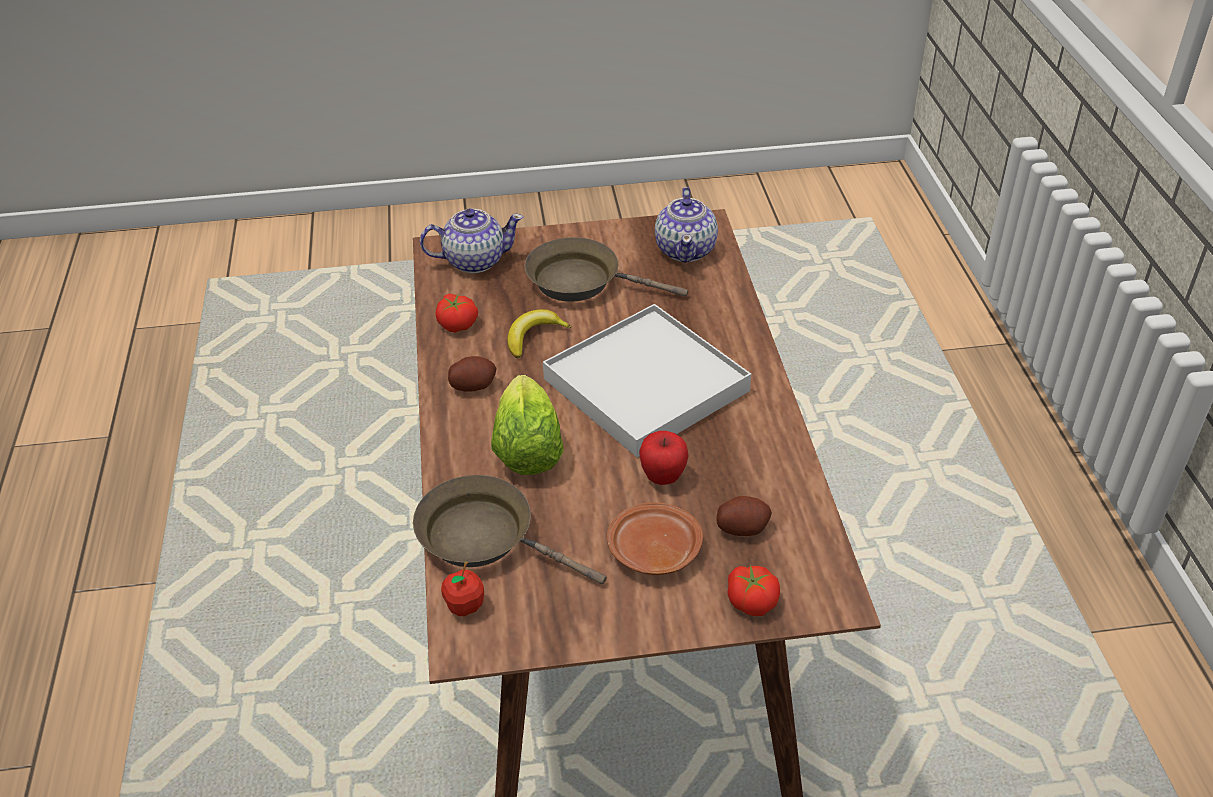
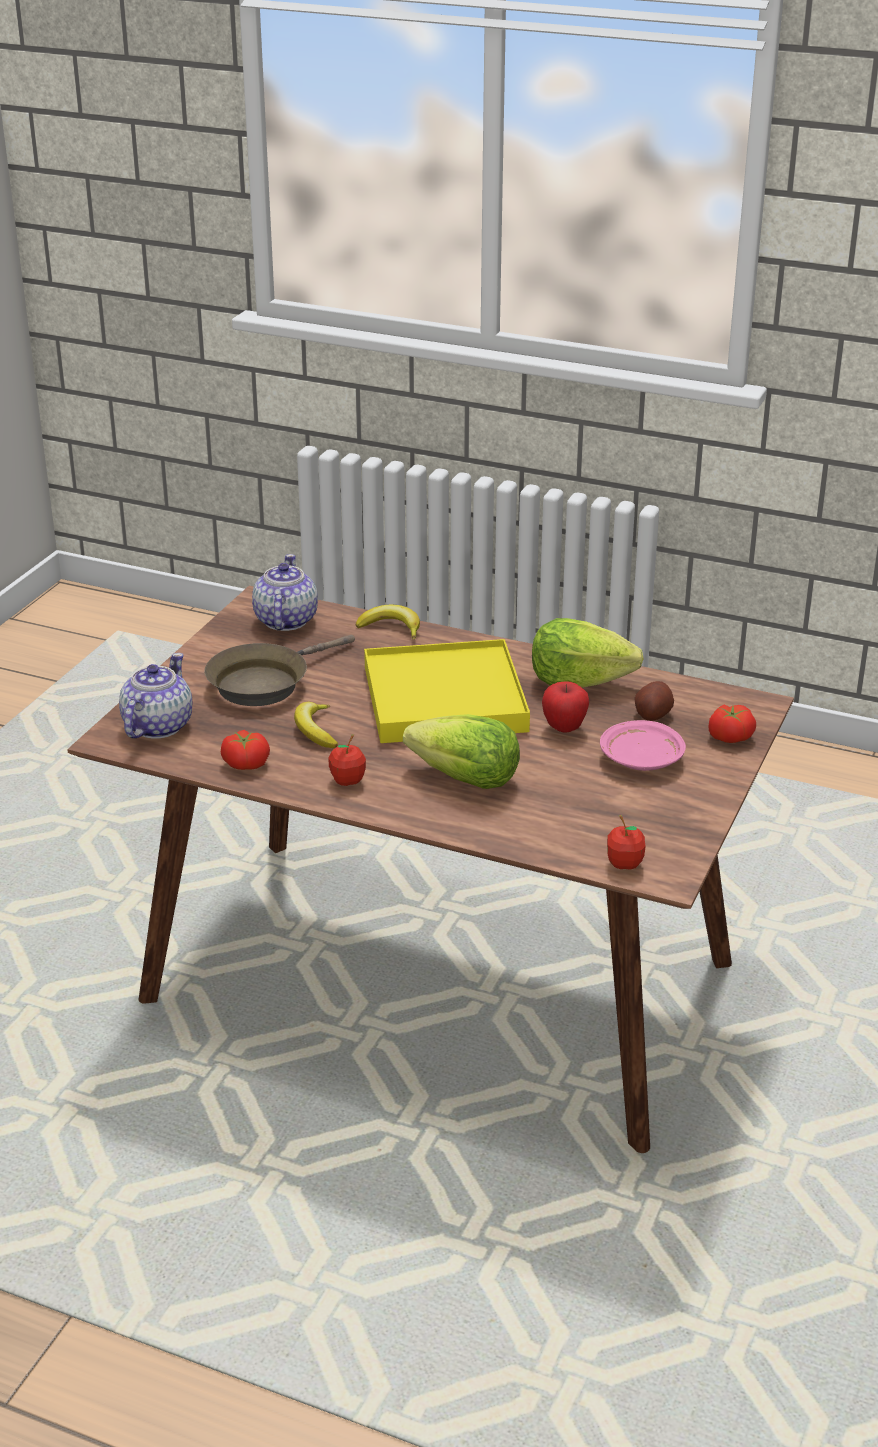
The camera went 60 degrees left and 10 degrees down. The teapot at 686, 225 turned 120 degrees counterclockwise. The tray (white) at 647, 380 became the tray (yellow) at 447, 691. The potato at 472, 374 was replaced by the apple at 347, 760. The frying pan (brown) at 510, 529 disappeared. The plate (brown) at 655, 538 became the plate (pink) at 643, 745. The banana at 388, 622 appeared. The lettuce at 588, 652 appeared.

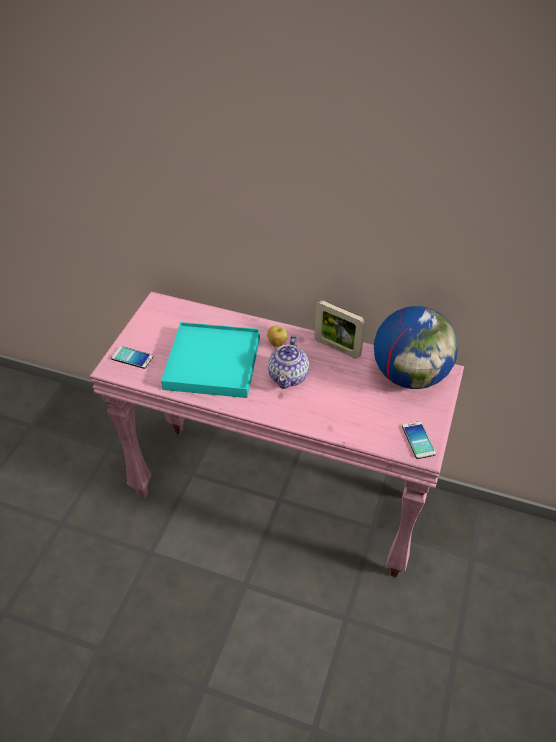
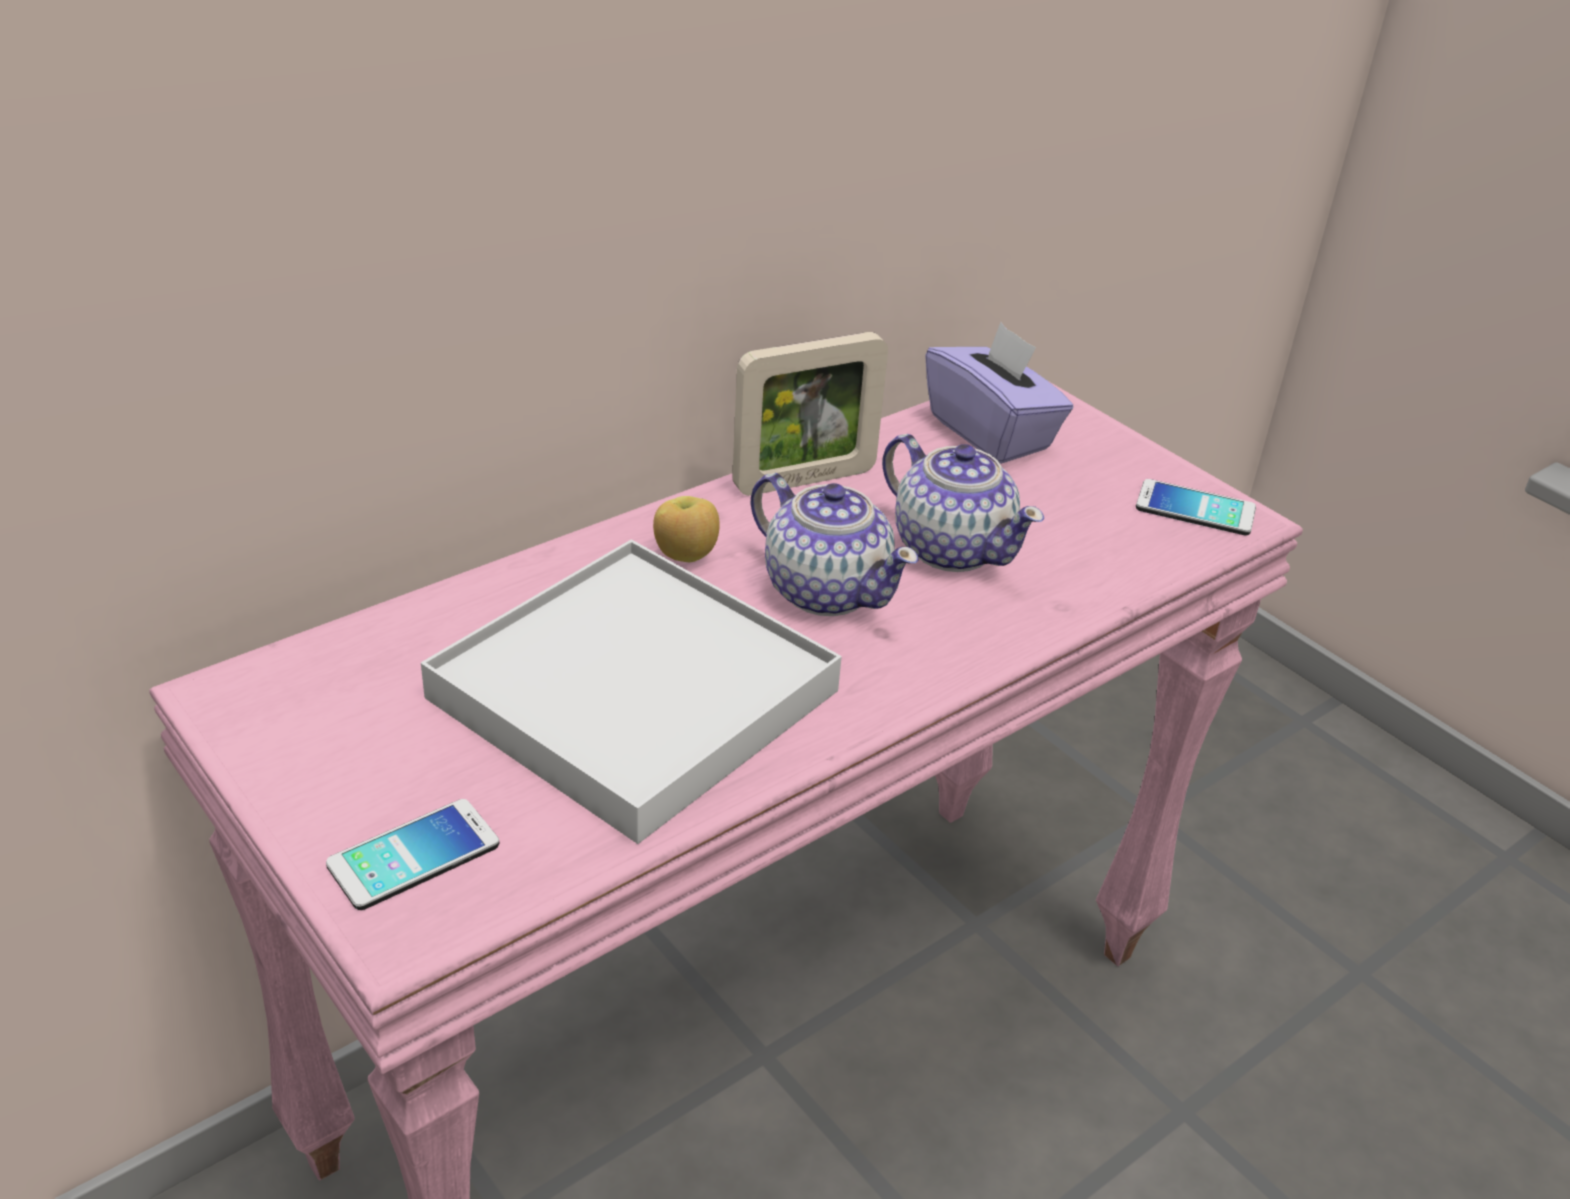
The camera went 60 degrees left and 10 degrees down. The globe at 416, 347 was replaced by the tissue box (purple) at 999, 393. The tray (turquoise) at 210, 360 became the tray (white) at 631, 692. The teapot at 963, 503 appeared.

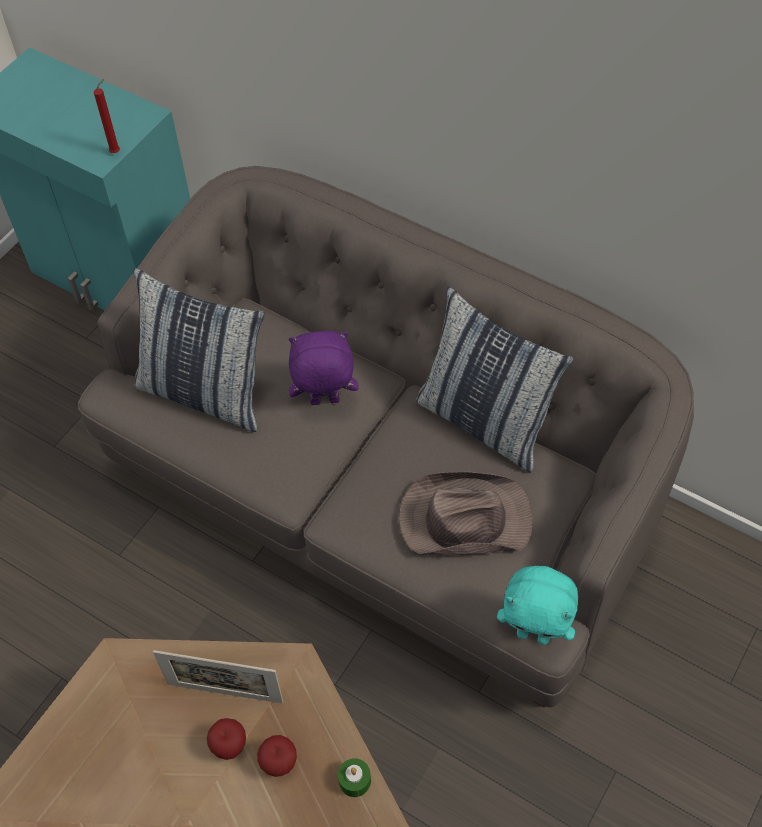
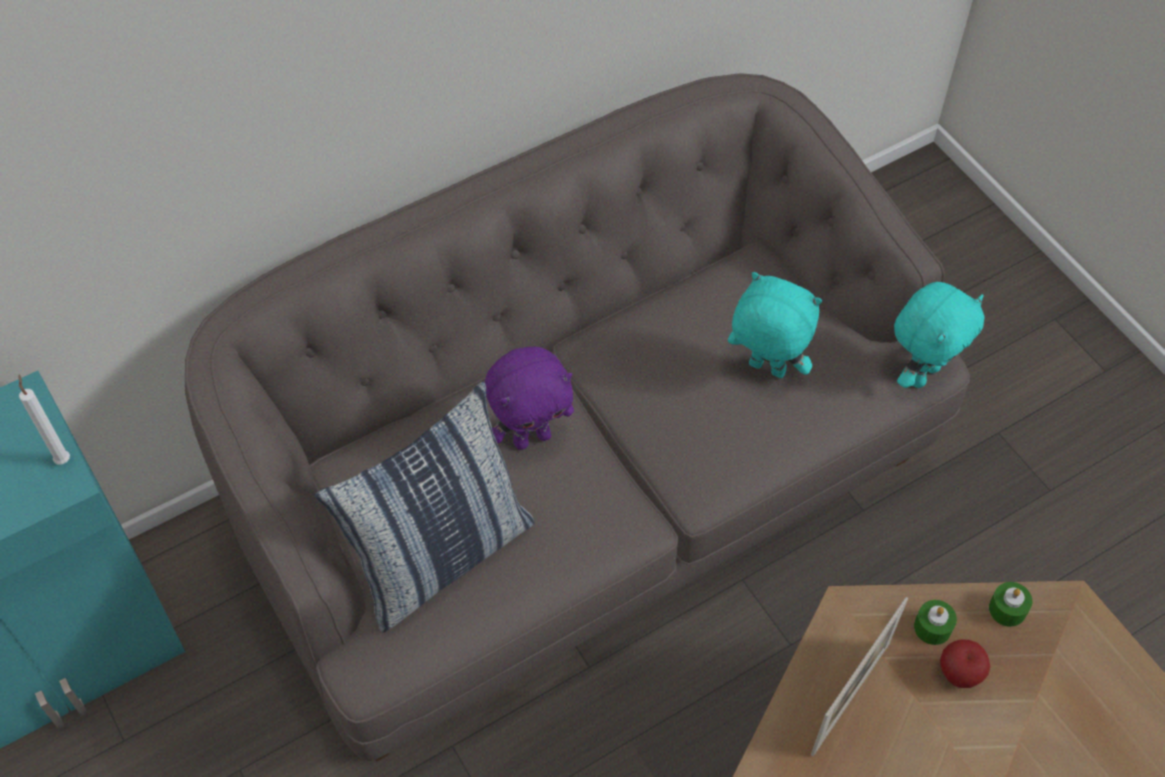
The camera went 65 degrees left and 0 degrees up. The candle (red) at 107, 116 became the candle (white) at 44, 419. The pillow at 495, 379 disappeared. The plush toy (purple) at 323, 368 turned 135 degrees counterclockwise. The hat (brown) at 466, 513 was replaced by the plush toy (turquoise) at 775, 325. The apple at 226, 739 disappeared. The candle (green) at 935, 622 appeared.

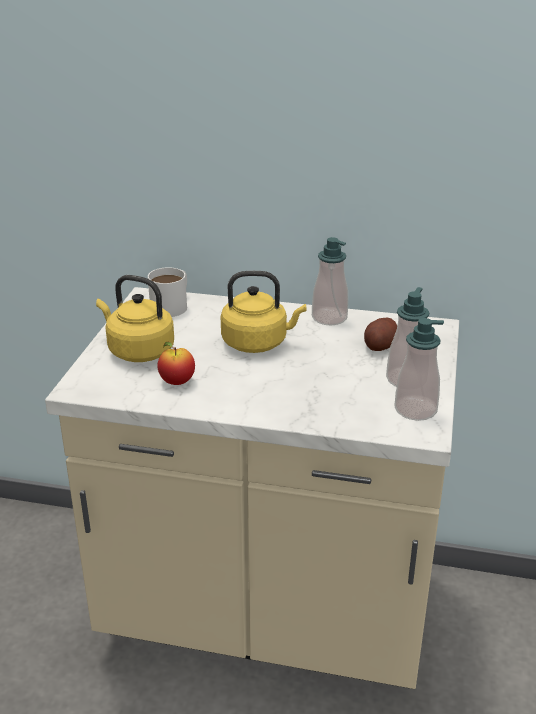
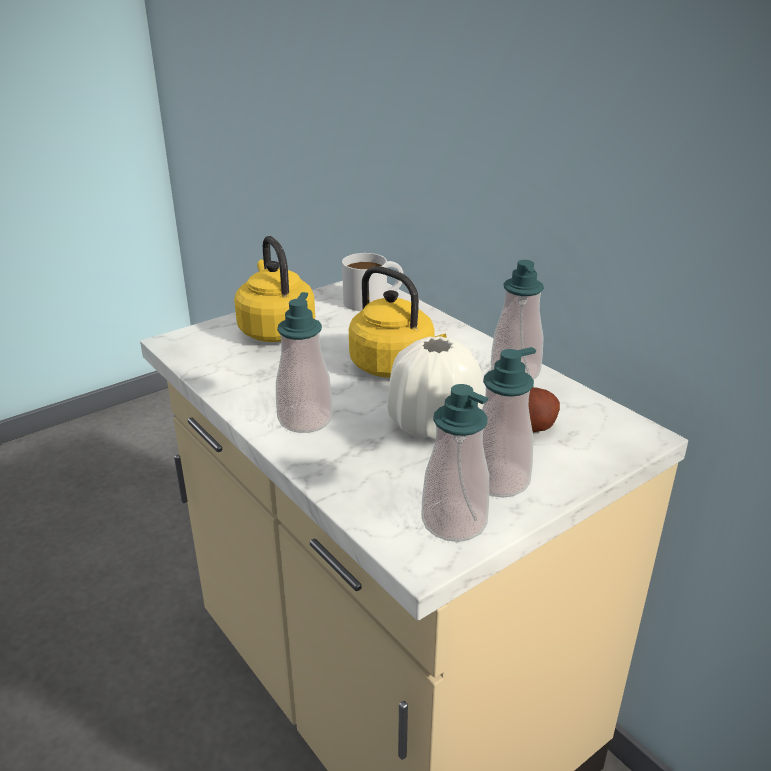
The camera went 40 degrees right and 0 degrees up. The apple at 176, 363 disappeared. The soap dispenser at 304, 362 appeared. The vase (white) at 435, 388 appeared.

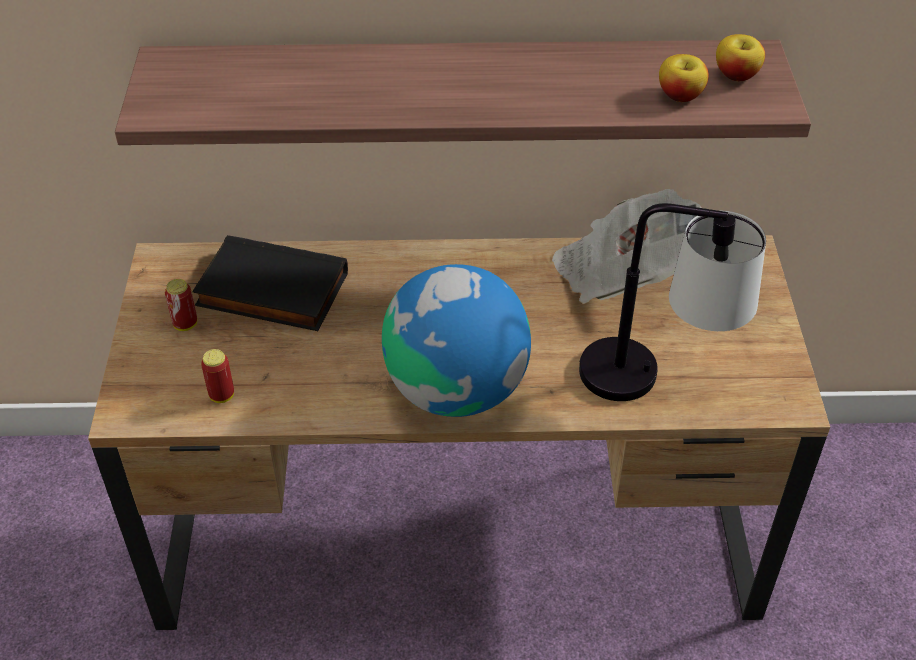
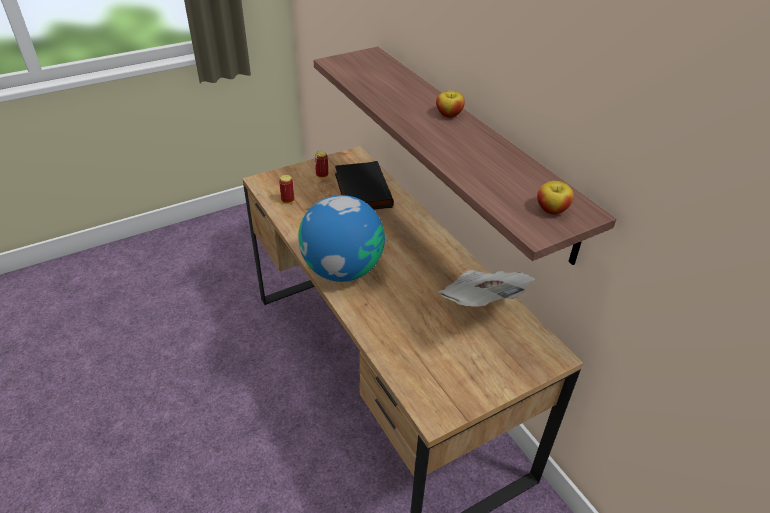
The camera went 60 degrees right and 5 degrees down. The apple moved from 684, 78 to 450, 104. The table lamp at 672, 302 disappeared.

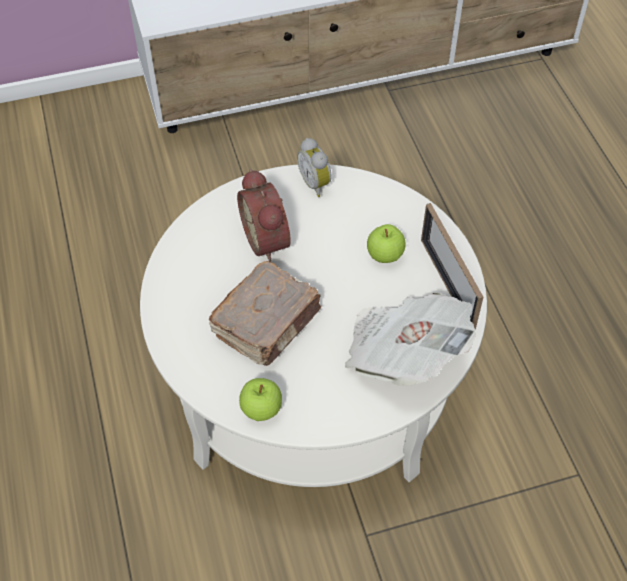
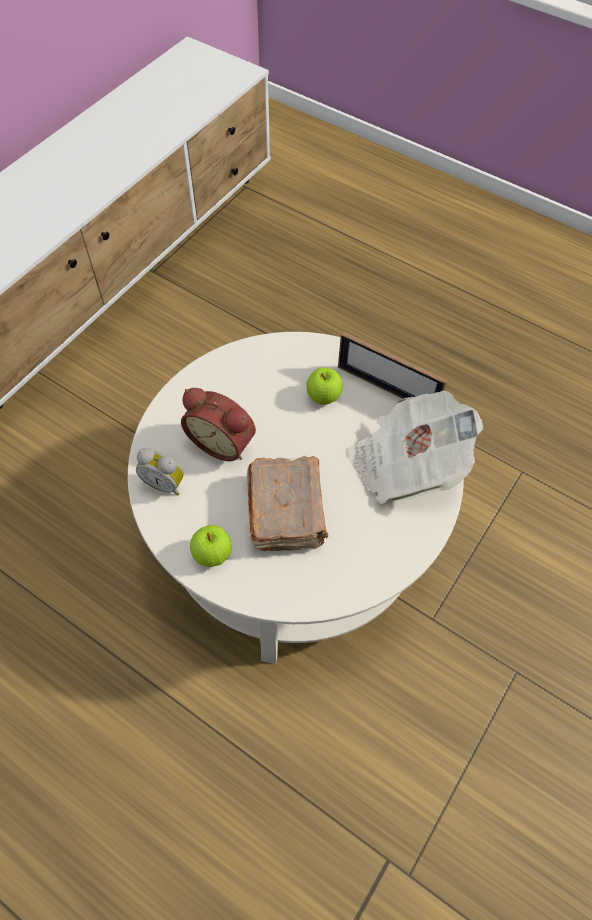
The camera went 40 degrees left and 5 degrees up. The alarm clock moved from 314, 167 to 160, 472. The apple moved from 260, 399 to 211, 546.

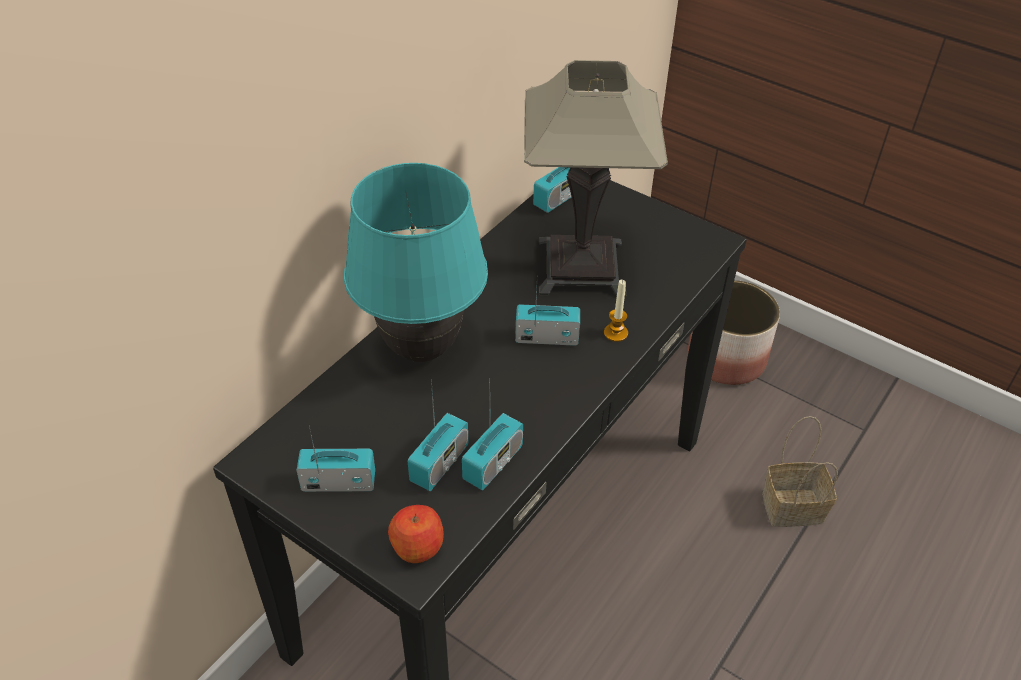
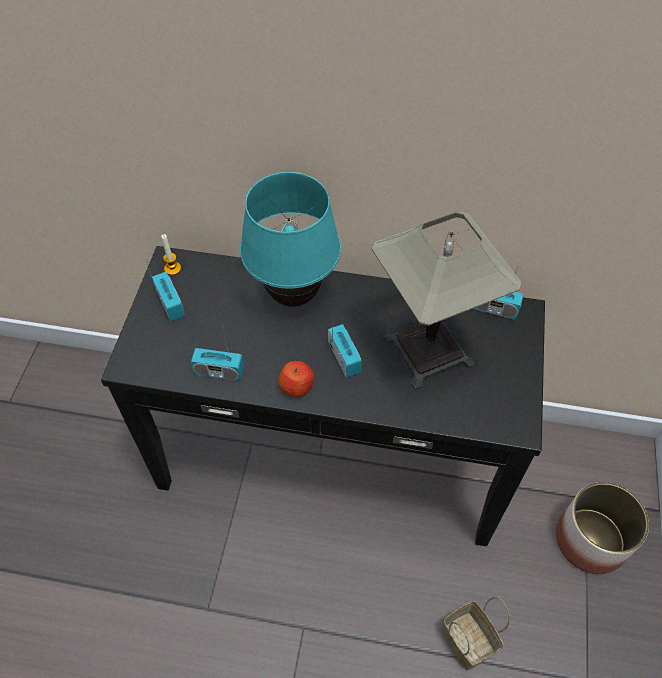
The camera went 65 degrees right and 10 degrees up. The candle moved from 616, 310 to 171, 254. The radio at 438, 435 disappeared. The apple moved from 416, 534 to 296, 379.

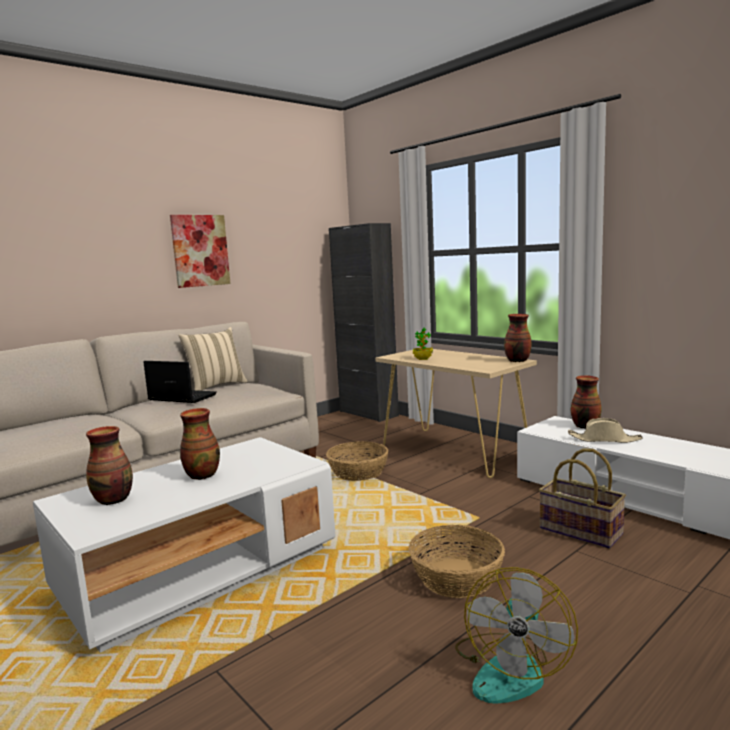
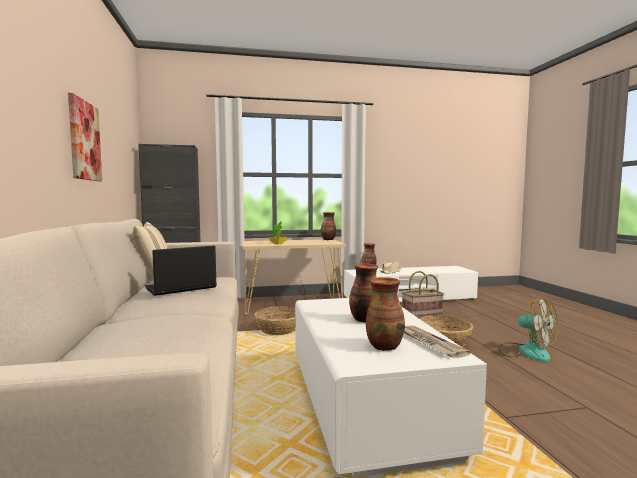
The camera went 60 degrees left and 5 degrees down. The newspaper at 437, 342 appeared.

